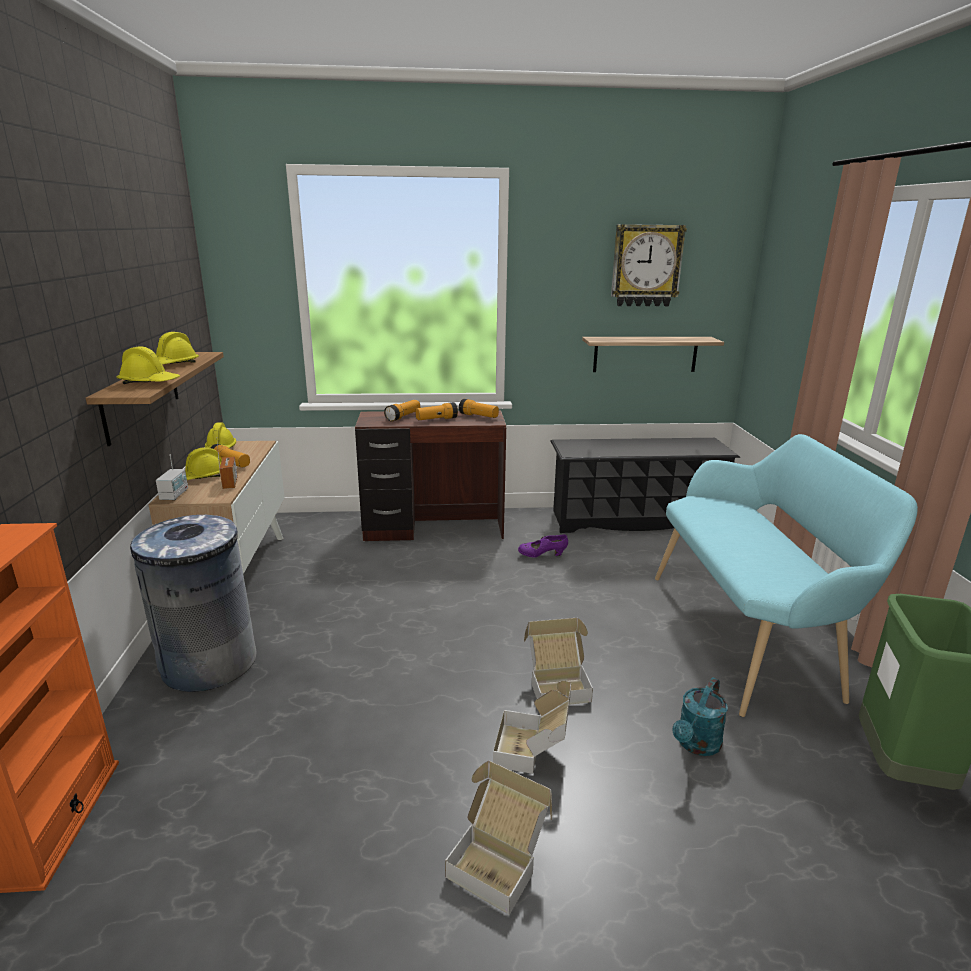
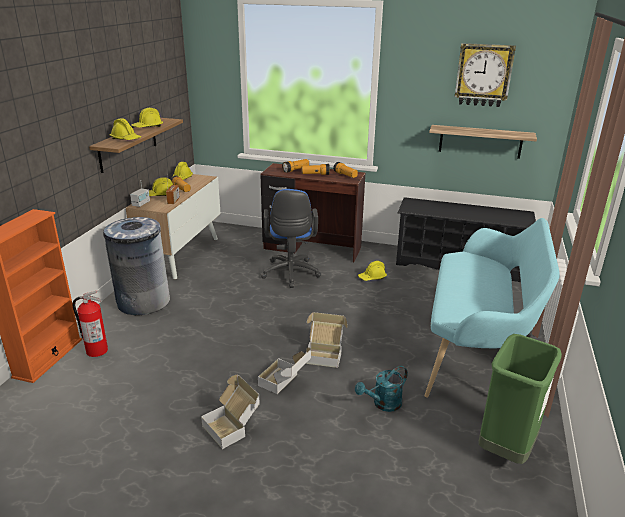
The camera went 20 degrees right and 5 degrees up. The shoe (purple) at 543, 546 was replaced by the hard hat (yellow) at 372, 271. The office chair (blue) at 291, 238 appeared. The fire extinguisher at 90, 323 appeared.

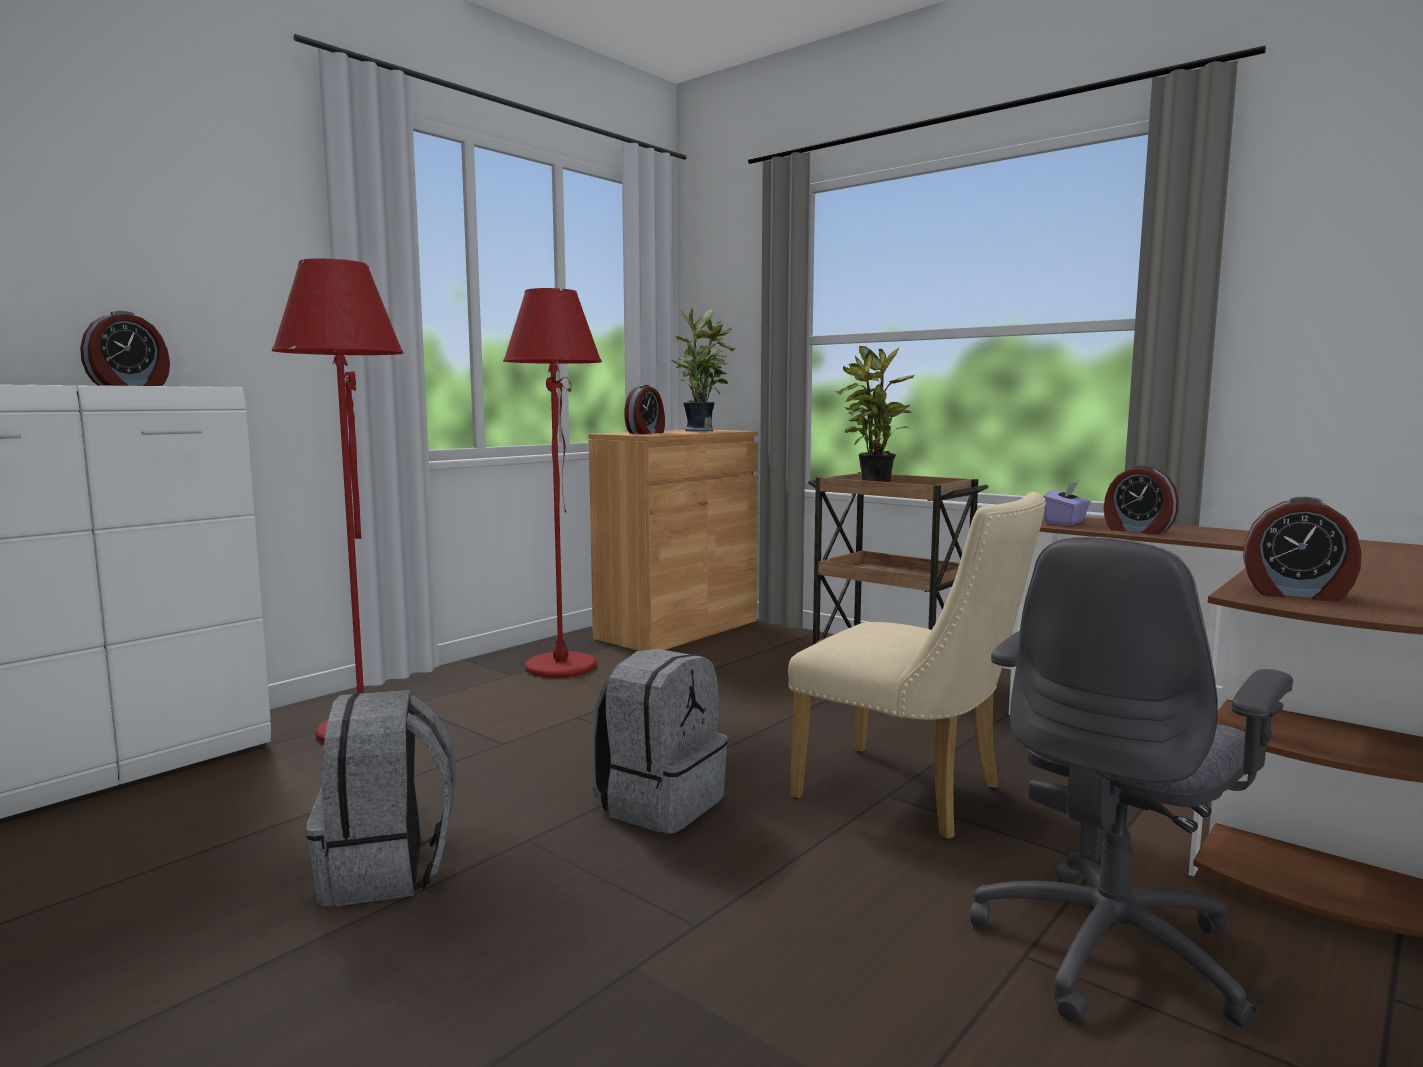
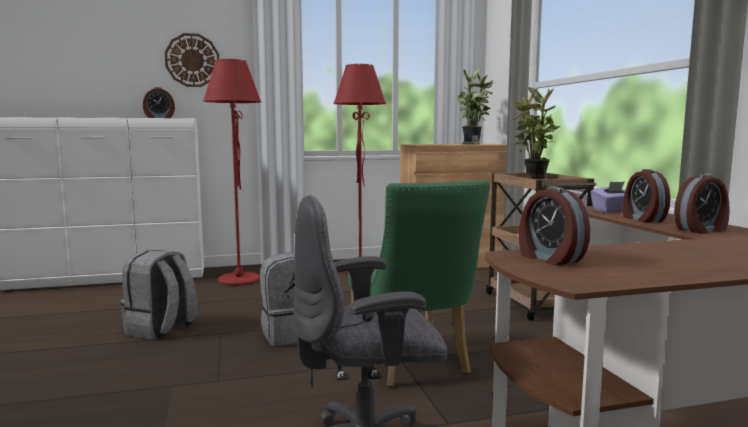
The camera went 35 degrees right and 0 degrees up. The alarm clock moved from 644, 409 to 702, 204. The chair (beige) at 917, 665 became the chair (green) at 419, 283. The wall clock at 192, 60 appeared.

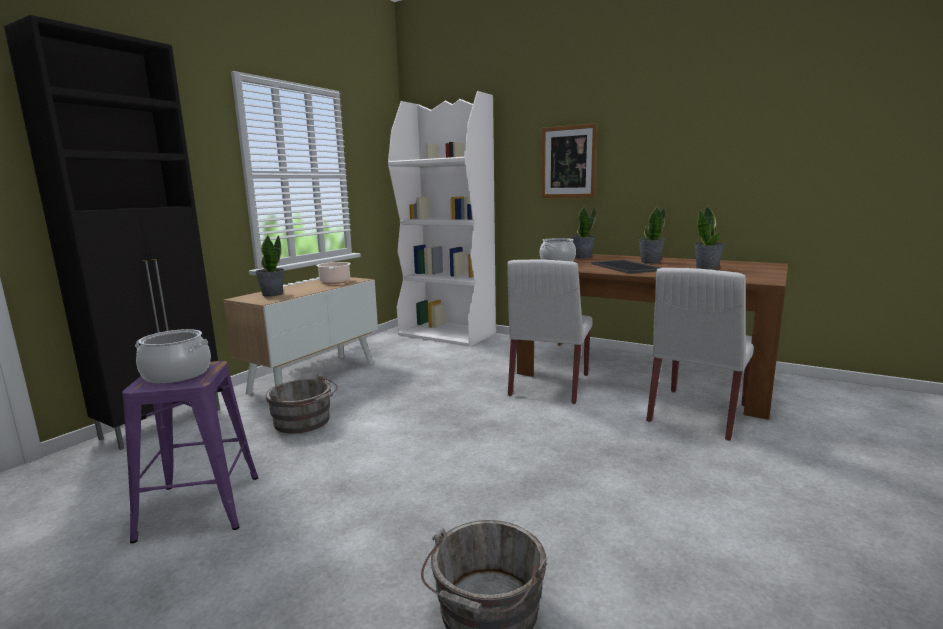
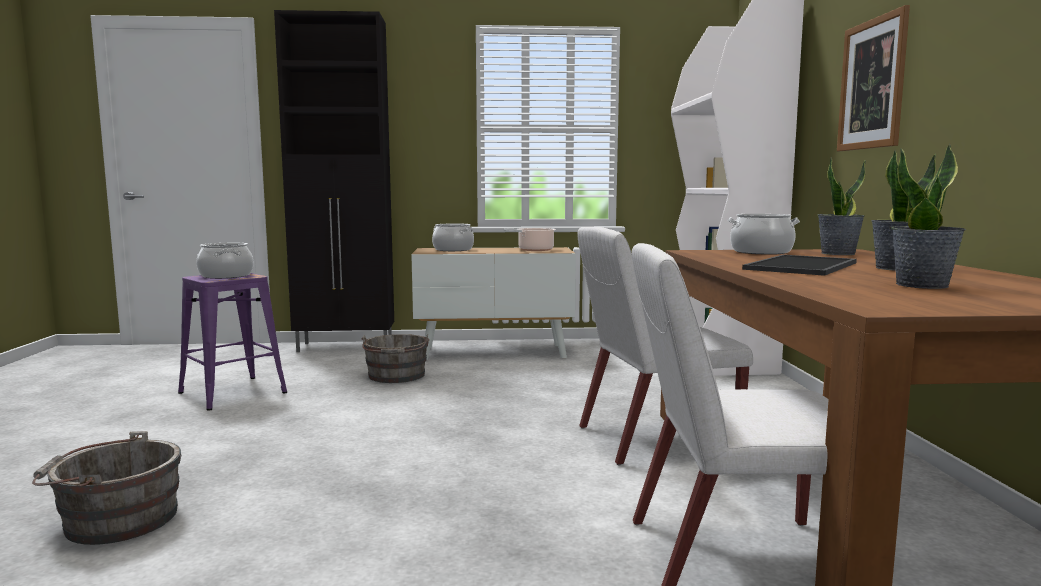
The camera went 55 degrees right and 5 degrees down. The potted plant at 269, 266 was replaced by the cooking pot at 453, 237.

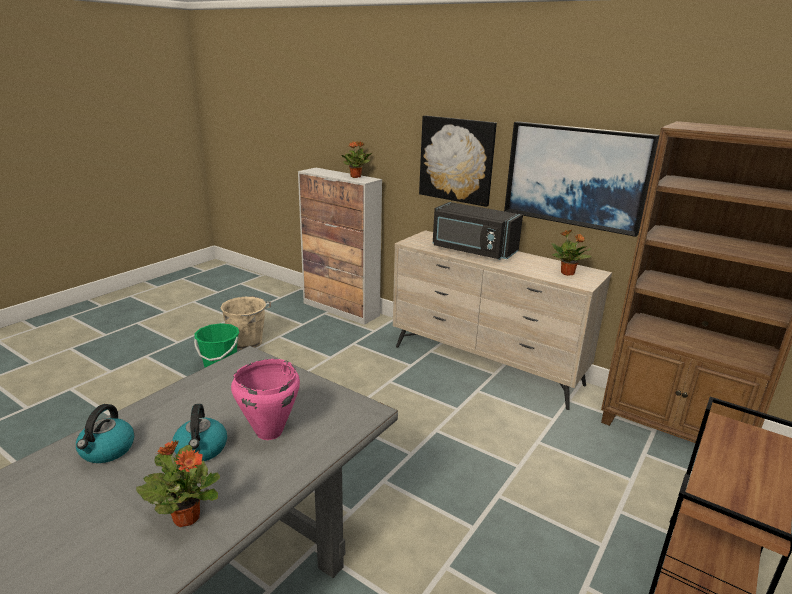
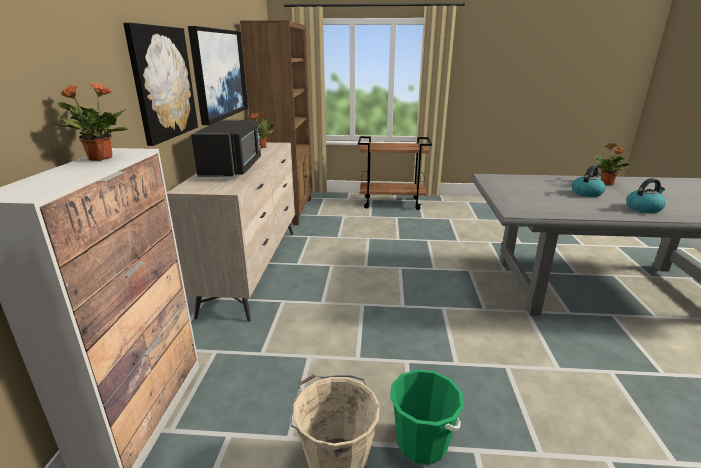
The camera went 120 degrees left and 0 degrees up. The cooking pot (pink) at 265, 399 disappeared.

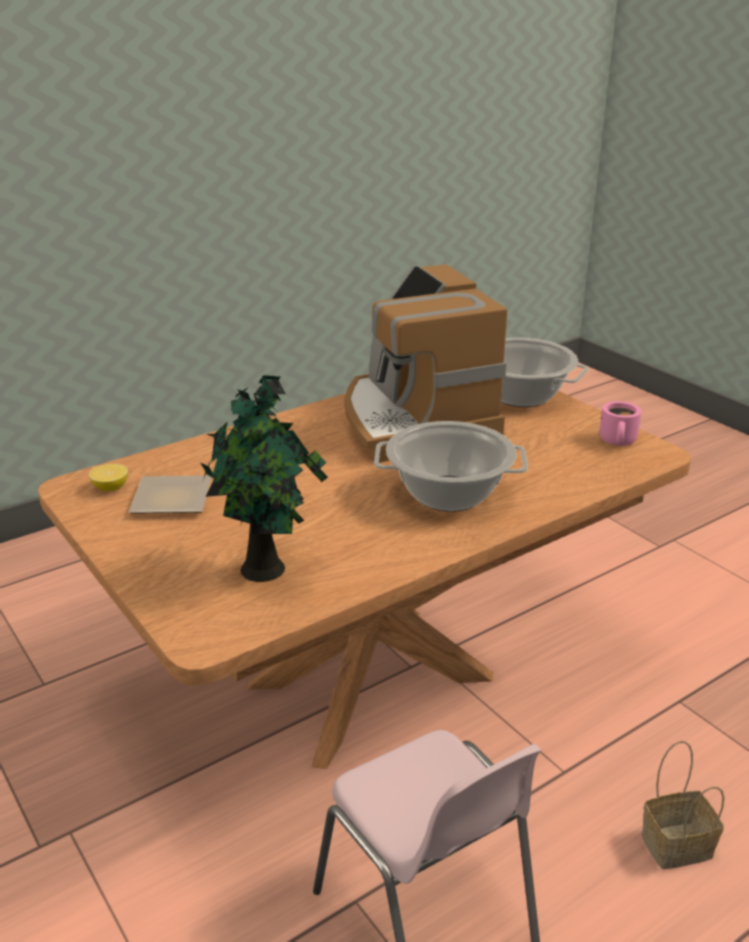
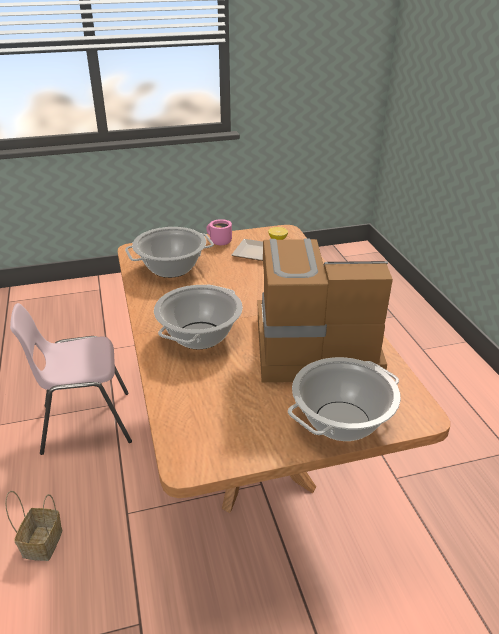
The camera went 110 degrees right and 5 degrees up. The potted plant at 264, 478 was replaced by the cooking pot at 169, 252. The mug (pink) moved from 621, 423 to 219, 232.

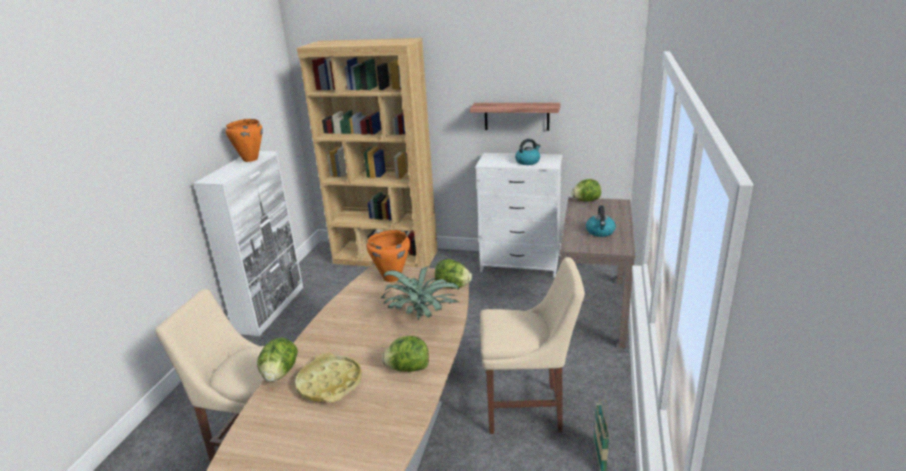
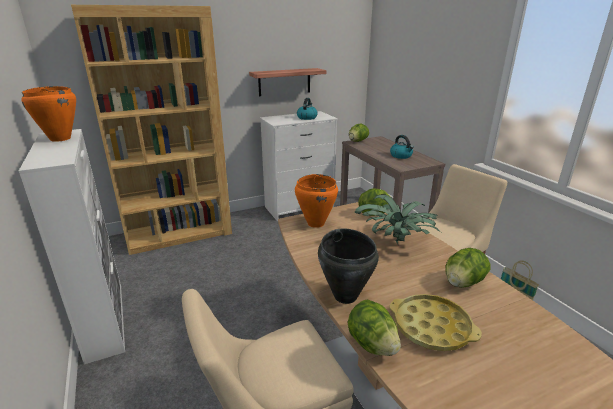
The camera went 40 degrees left and 0 degrees up. The cooking pot (black) at 348, 266 appeared.

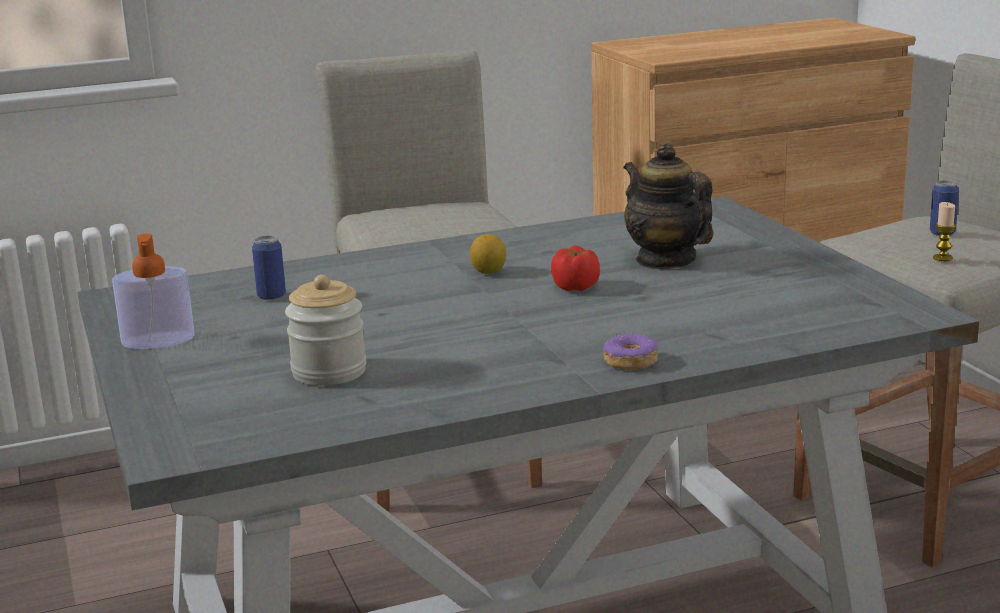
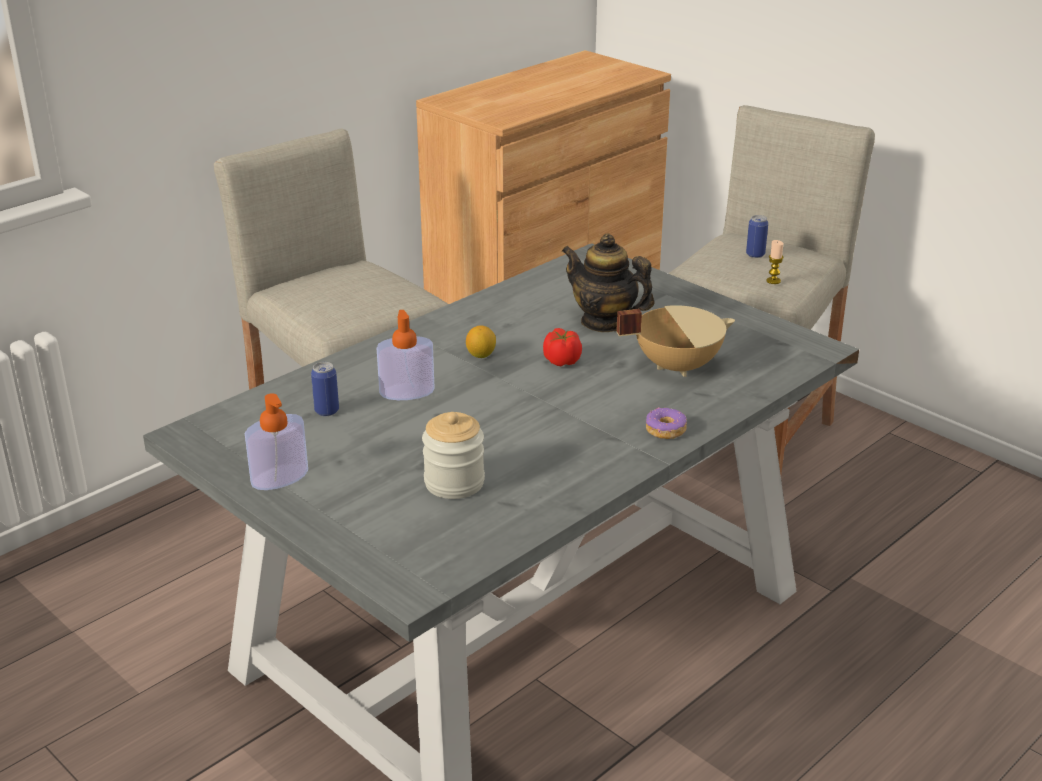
The camera went 25 degrees left and 10 degrees up. The cooking pot (beige) at 675, 341 appeared. The soap dispenser at 406, 355 appeared.

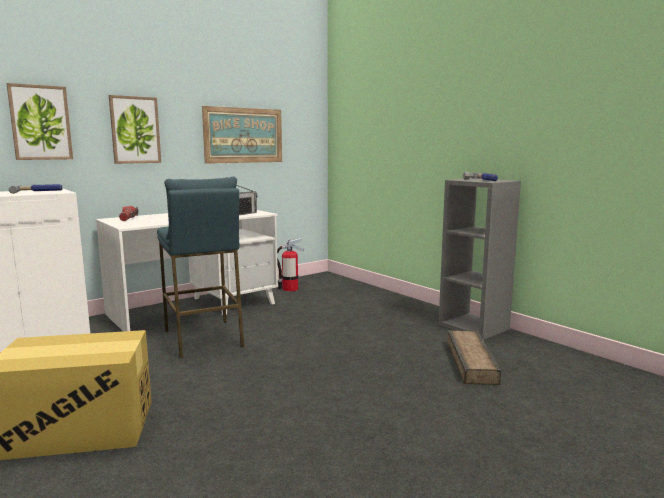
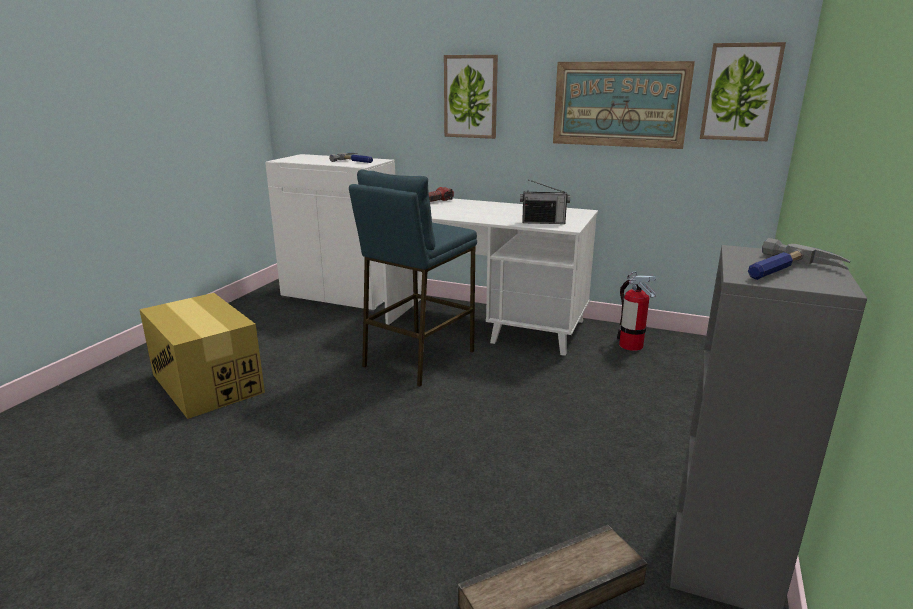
The camera went 60 degrees right and 10 degrees up. The picture moved from 39, 121 to 743, 91.

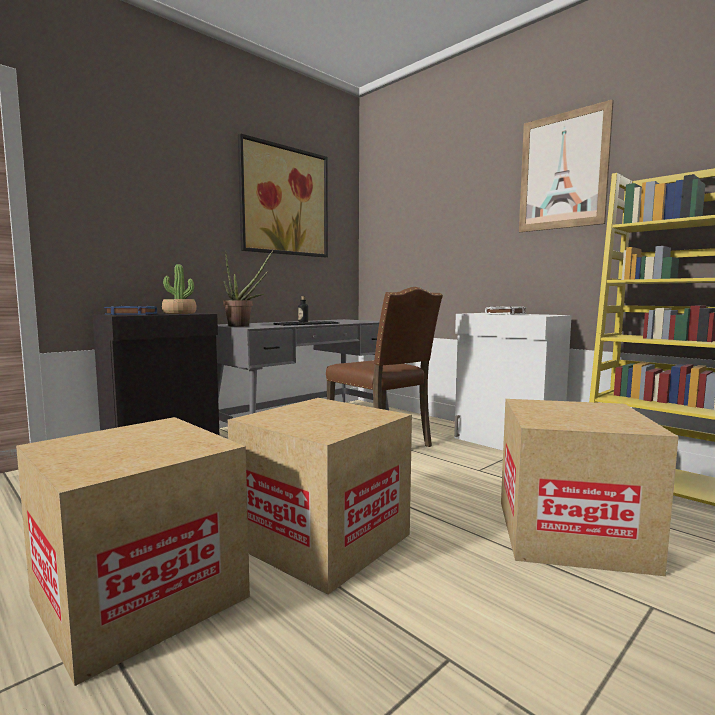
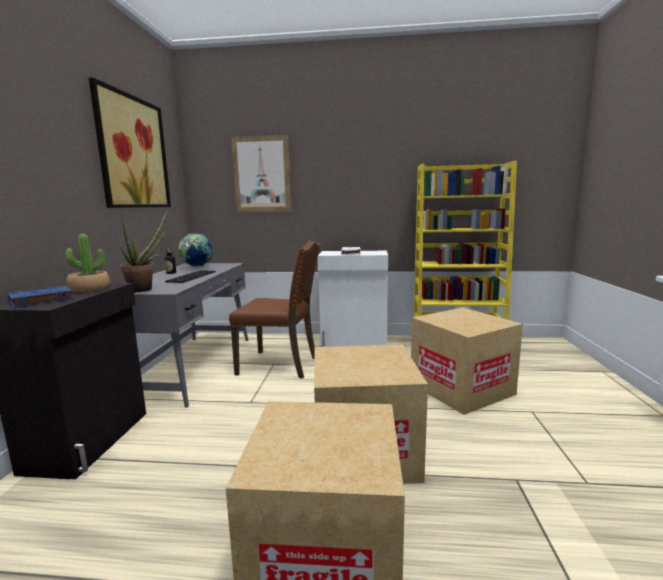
The camera went 40 degrees left and 5 degrees up. The picture moved from 566, 165 to 261, 173. The globe at 195, 250 appeared.

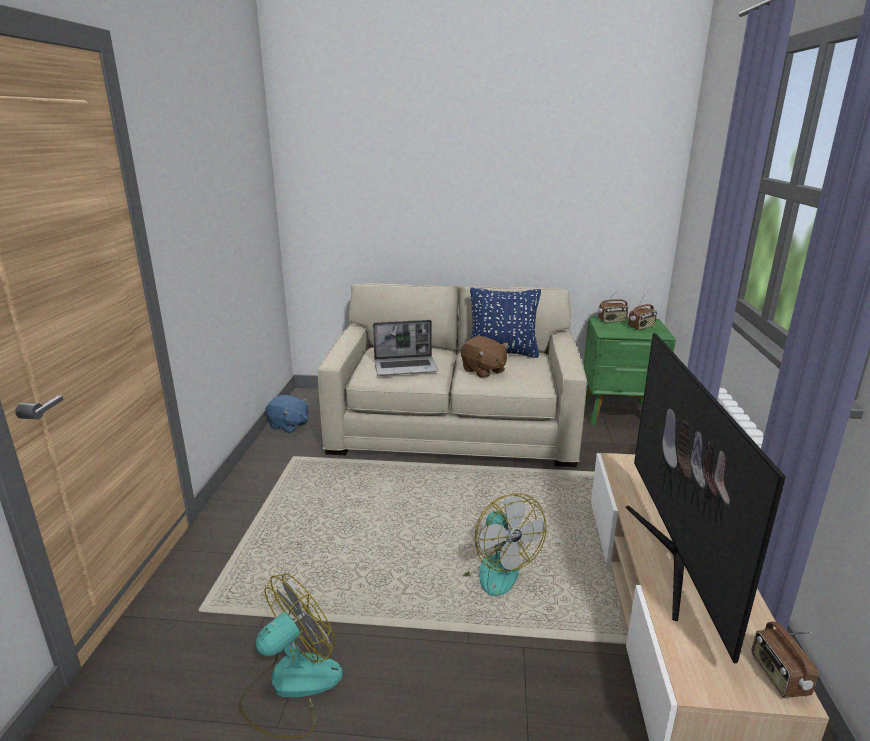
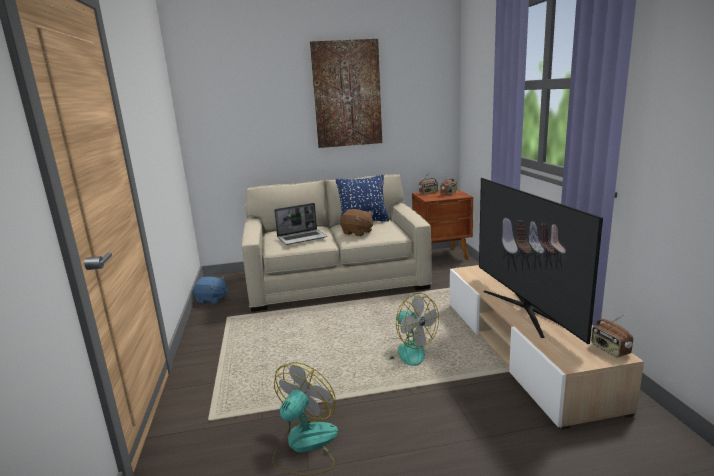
The camera went 15 degrees left and 5 degrees down. The nightstand (green) at 629, 371 became the nightstand (brown) at 442, 224. The picture at 346, 93 appeared.

